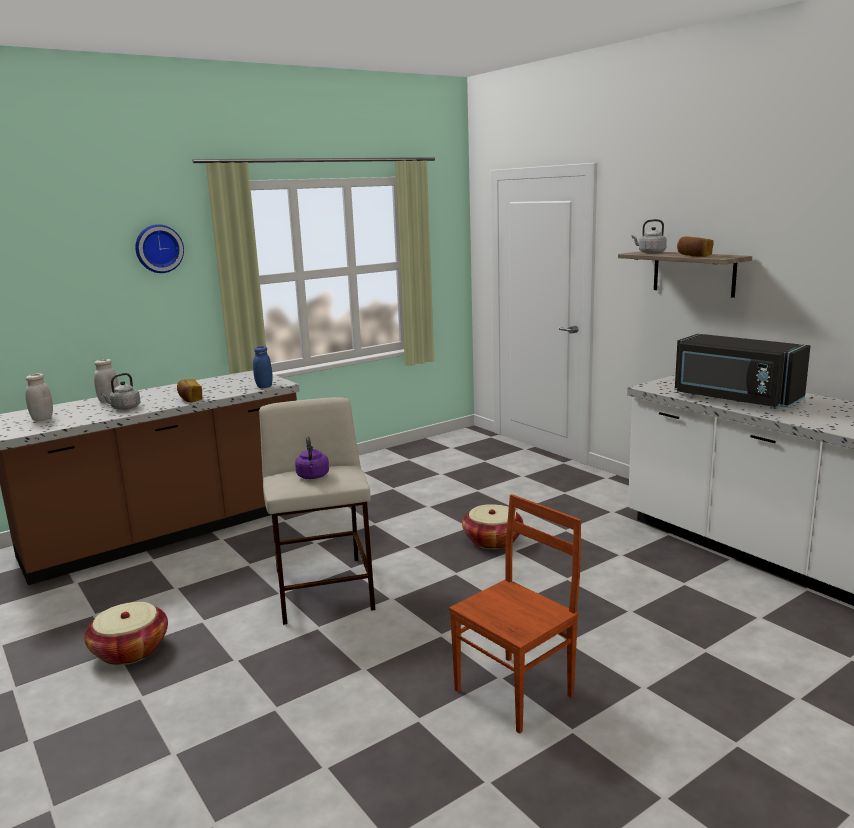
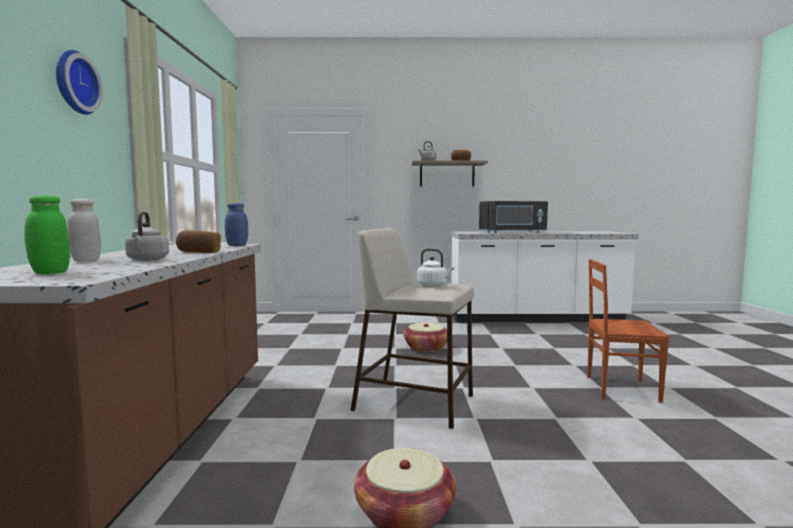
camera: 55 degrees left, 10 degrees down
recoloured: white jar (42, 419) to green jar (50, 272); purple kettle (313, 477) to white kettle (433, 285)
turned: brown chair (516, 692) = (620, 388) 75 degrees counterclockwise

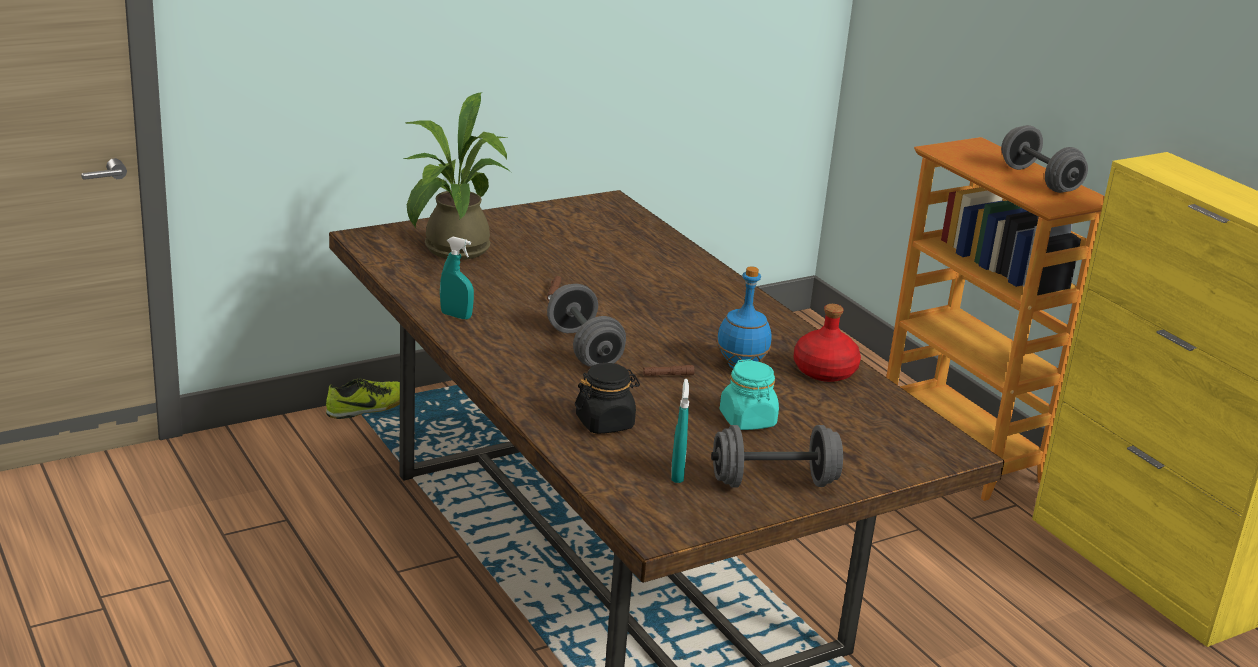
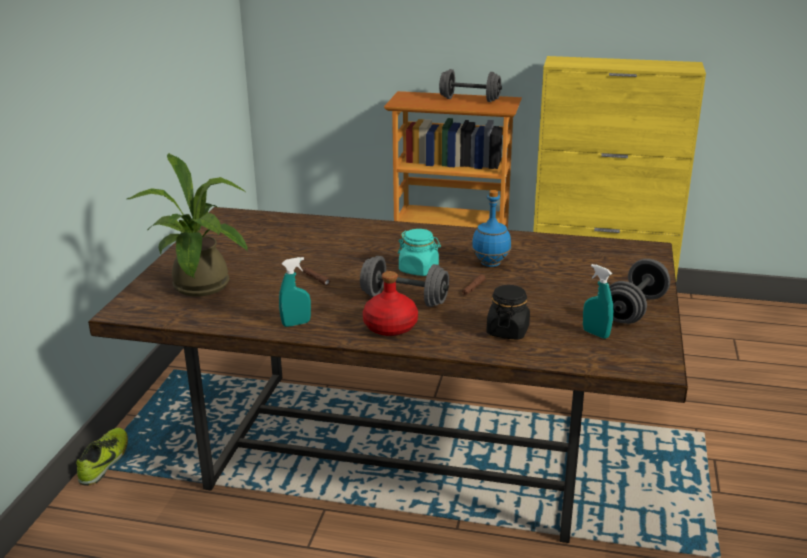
camera: 45 degrees left, 0 degrees up
moved: red bottle (823, 371) to (390, 327); turquoise jar (747, 420) to (419, 269)

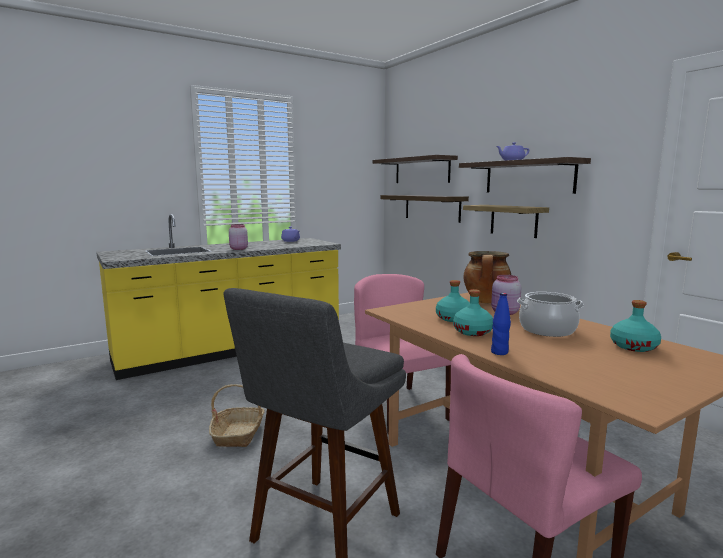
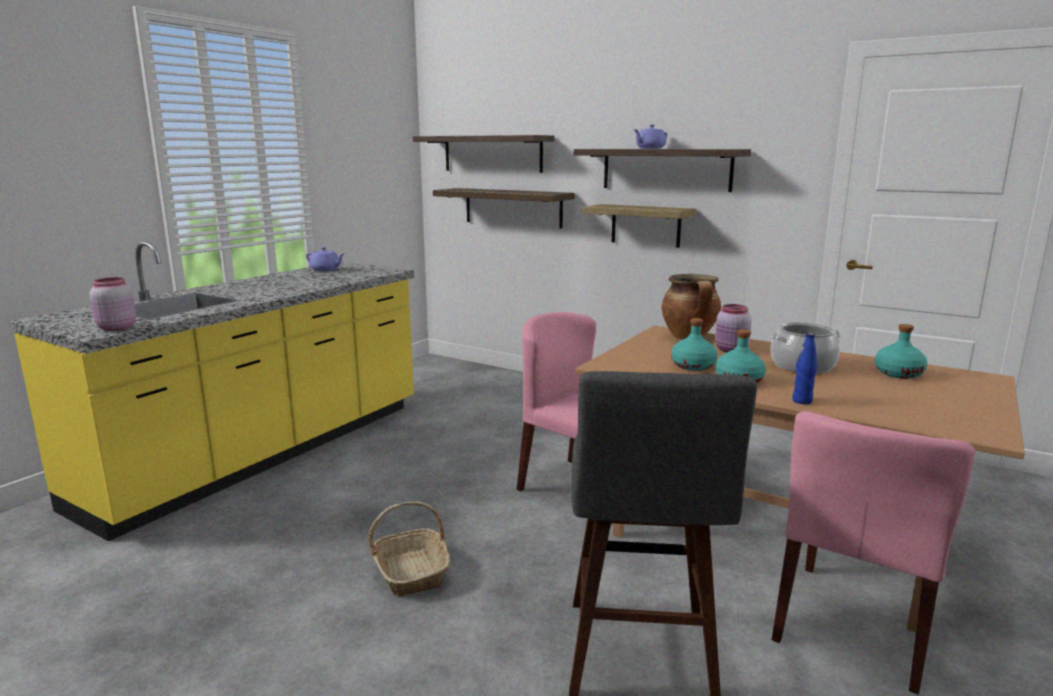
camera: 25 degrees left, 5 degrees up
moved: pink jar (238, 249) to (115, 328)

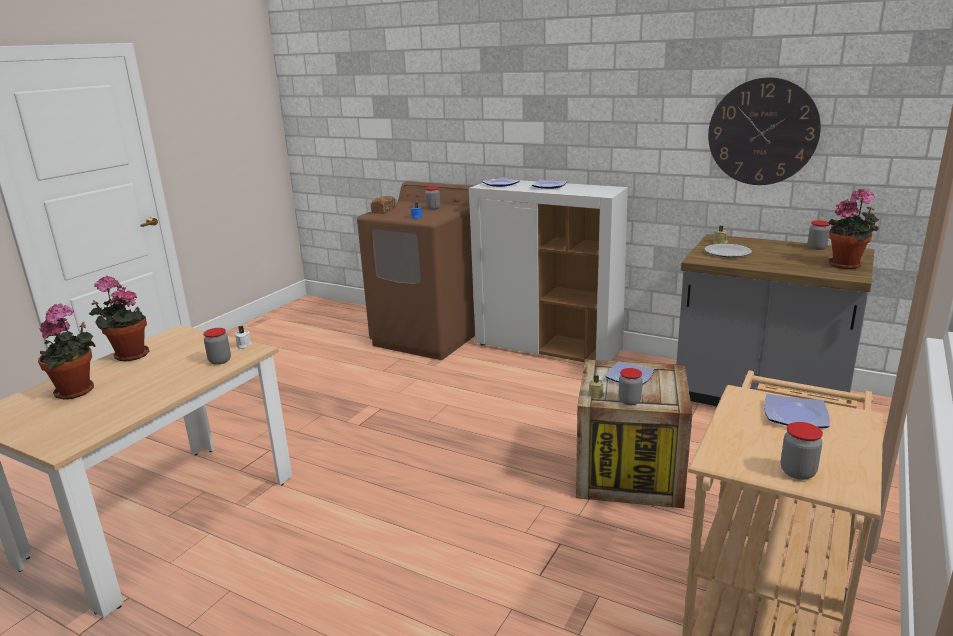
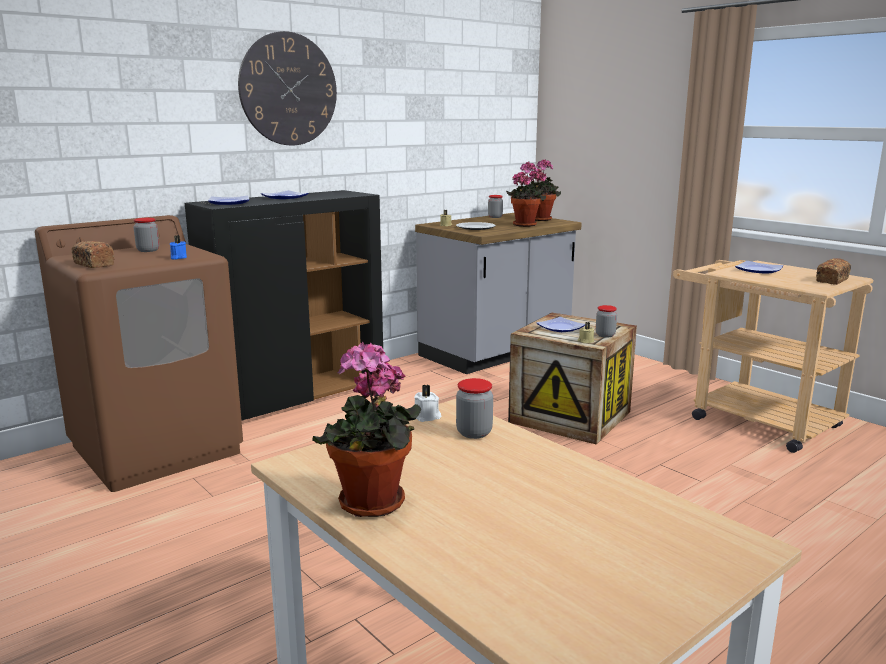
camera: 70 degrees left, 5 degrees down
moved: wall clock (762, 132) to (288, 89); potted plant (78, 391) to (525, 224)
replaced: jar (797, 472) to bread (832, 280)
recoloured: white cabinet (548, 348) to black cabinet (298, 395)

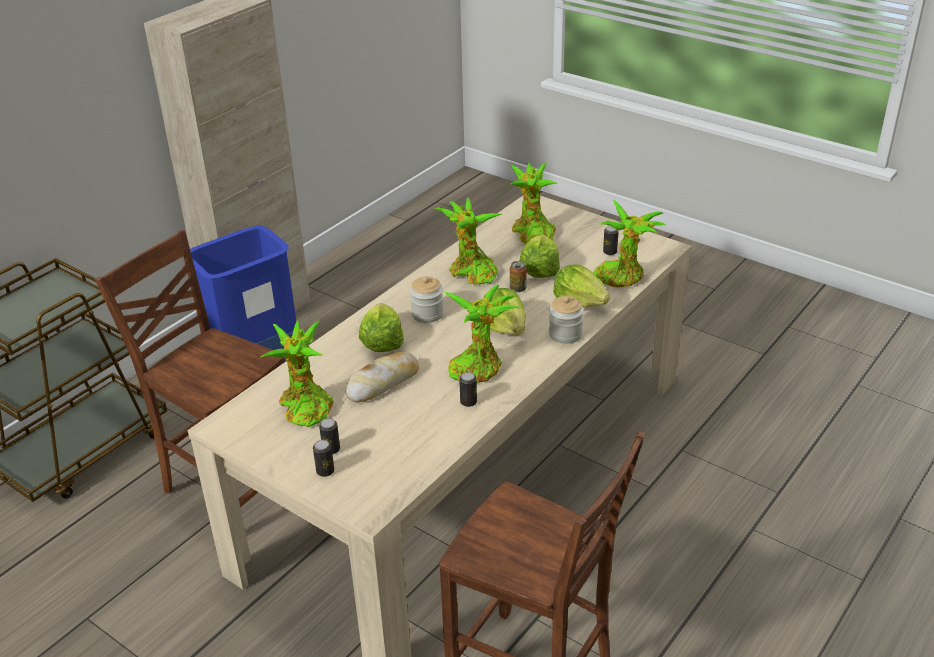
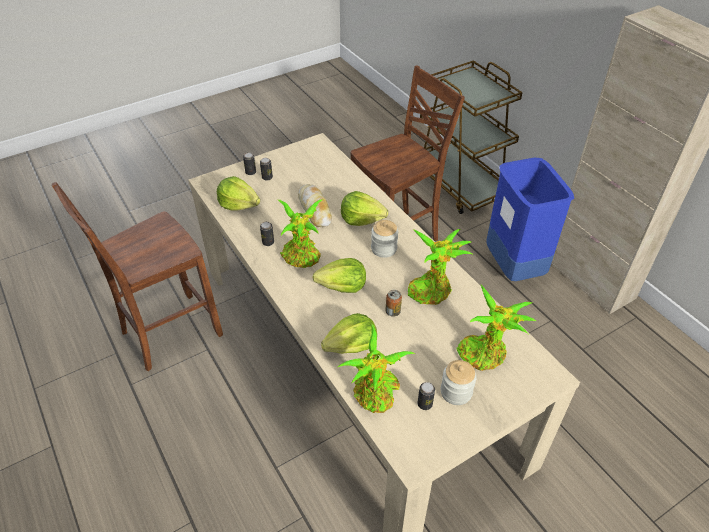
camera: 110 degrees right, 10 degrees up
removed: potted plant (304, 407)
moved: lettuce (539, 269) to (239, 204); jar (565, 334) to (456, 392)

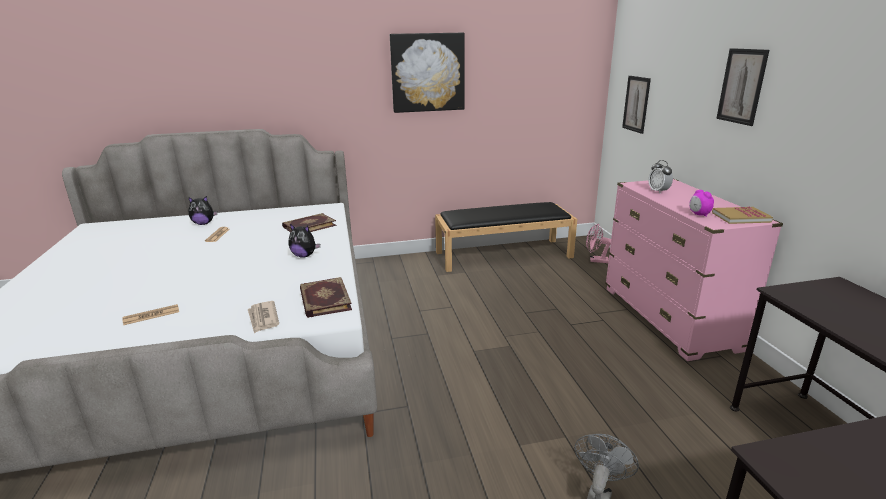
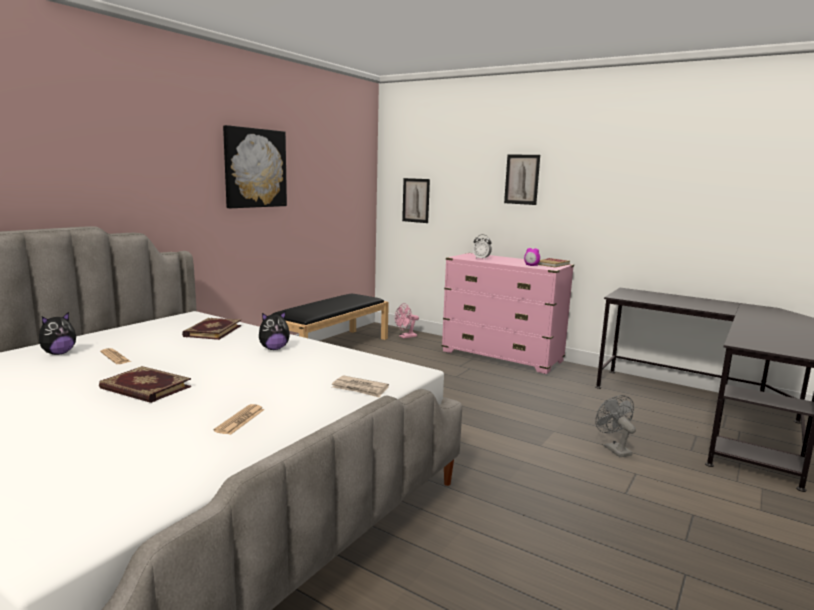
camera: 45 degrees left, 10 degrees down
moved: book (324, 300) to (144, 388)

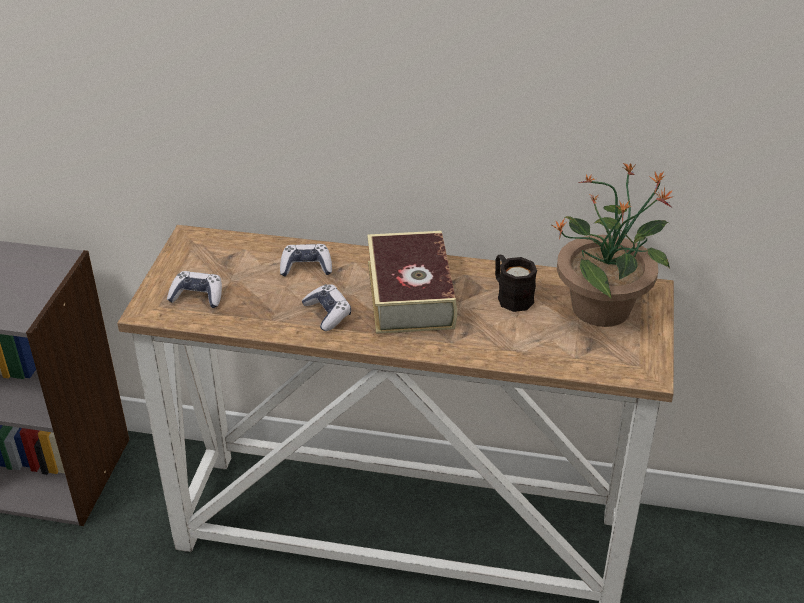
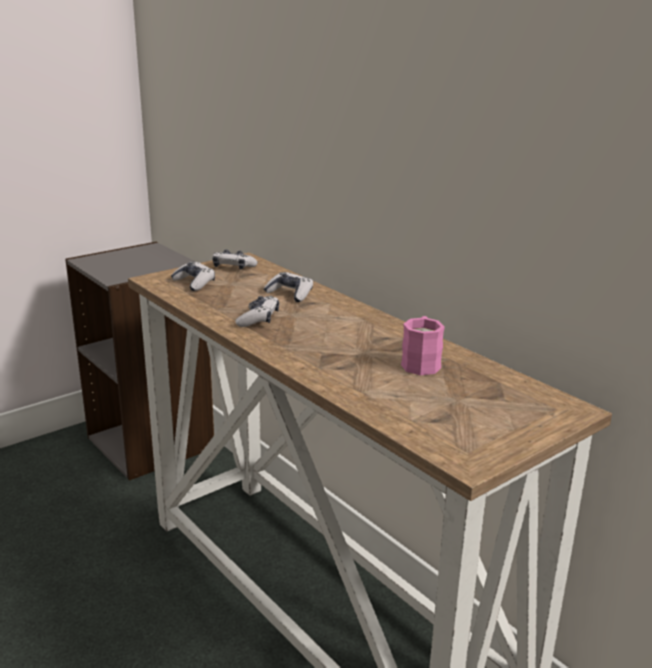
camera: 40 degrees right, 15 degrees down
removed: potted plant (603, 307); book (410, 294)
added: game controller (233, 267)
recoloured: black mug (511, 296) to pink mug (421, 362)

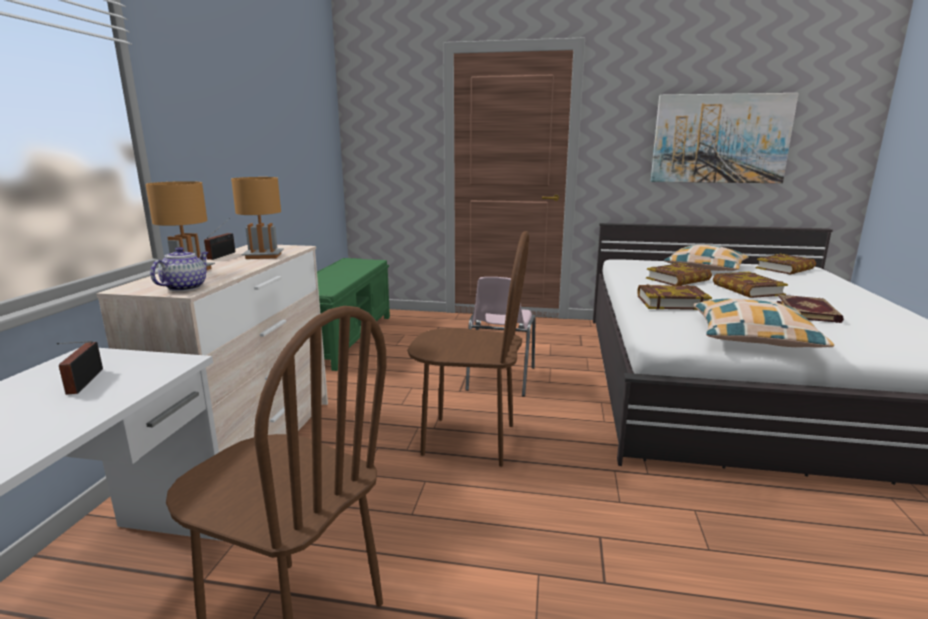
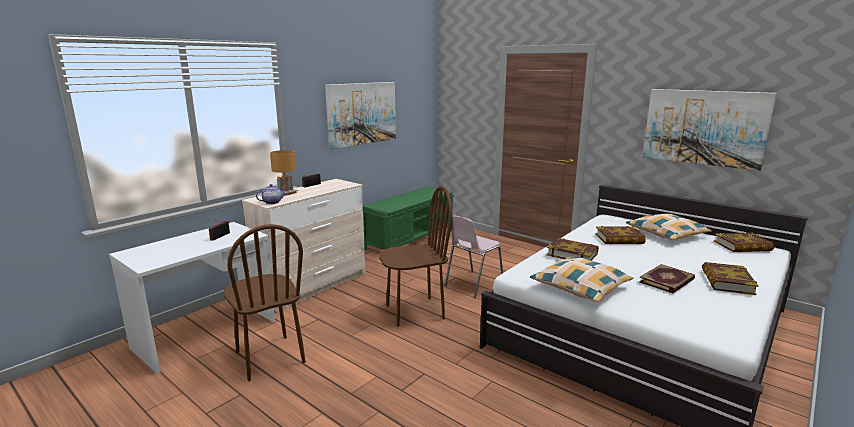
camera: 30 degrees right, 0 degrees up
removed: brown table lamp (263, 256)
added: picture (362, 113)
moved: book (747, 289) to (726, 282)
turned: brown chair (469, 440) = (415, 311) 60 degrees counterclockwise

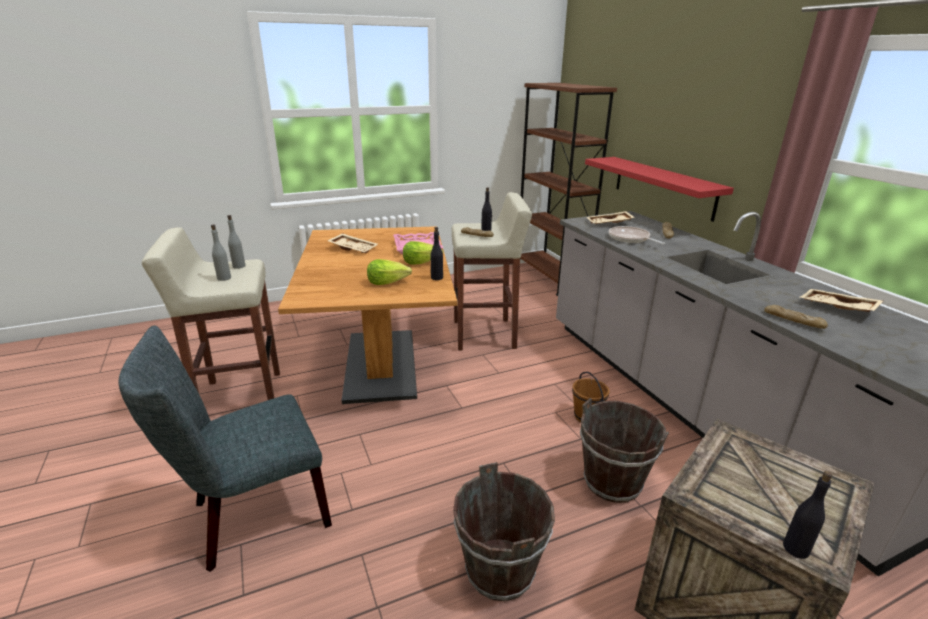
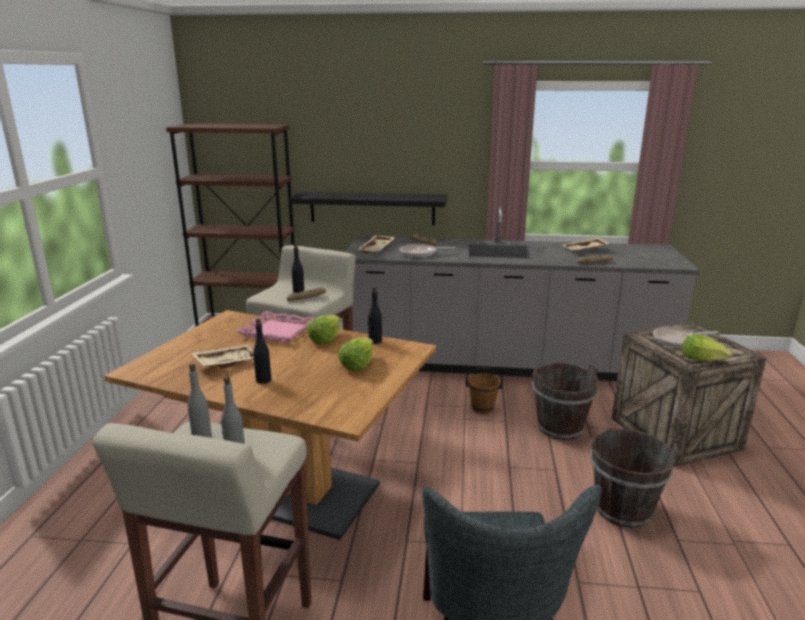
camera: 60 degrees left, 5 degrees down
added: frying pan (678, 340); lettuce (702, 359)
moved: black bottle (795, 548) to (263, 380)
recoloured: red shelf (663, 187) to black shelf (372, 208)

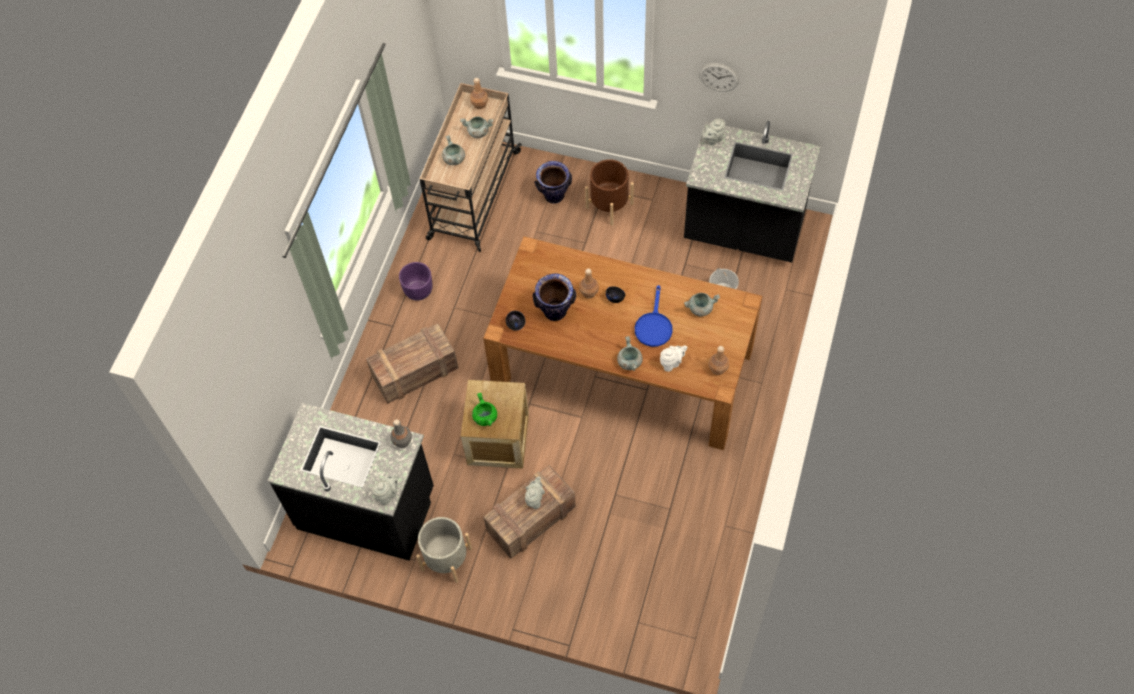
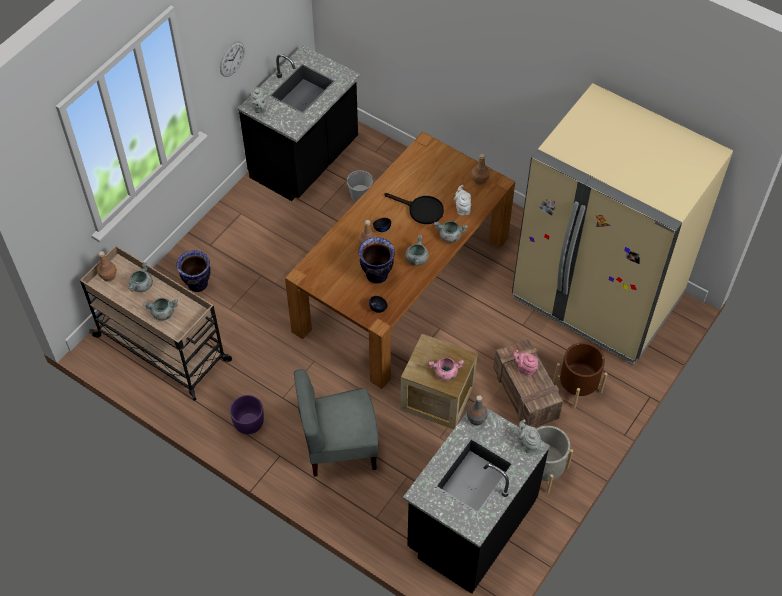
camera: 75 degrees left, 5 degrees down
added: beige fridge (597, 297)
moved: brown planter (609, 205) to (577, 387); grey cooking pot (700, 308) to (416, 259)
replaced: crate (416, 371) to grey chair (339, 447)
recoloured: blue frying pan (653, 326) to black frying pan (421, 210); green cooking pot (485, 417) to pink cooking pot (445, 373); grey teapot (535, 499) to pink teapot (525, 369)

